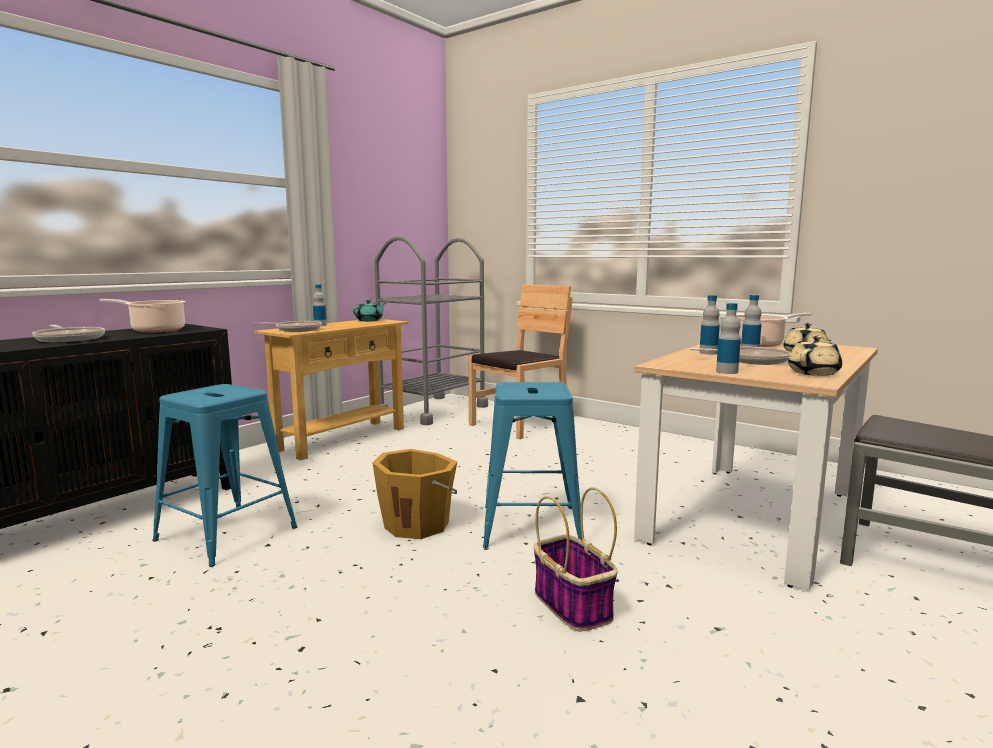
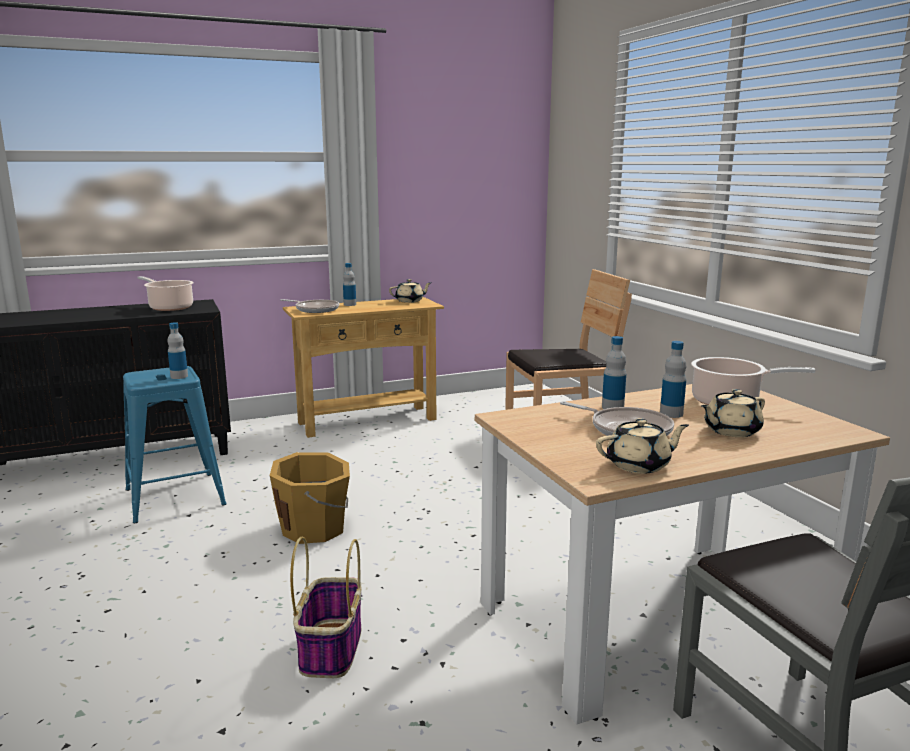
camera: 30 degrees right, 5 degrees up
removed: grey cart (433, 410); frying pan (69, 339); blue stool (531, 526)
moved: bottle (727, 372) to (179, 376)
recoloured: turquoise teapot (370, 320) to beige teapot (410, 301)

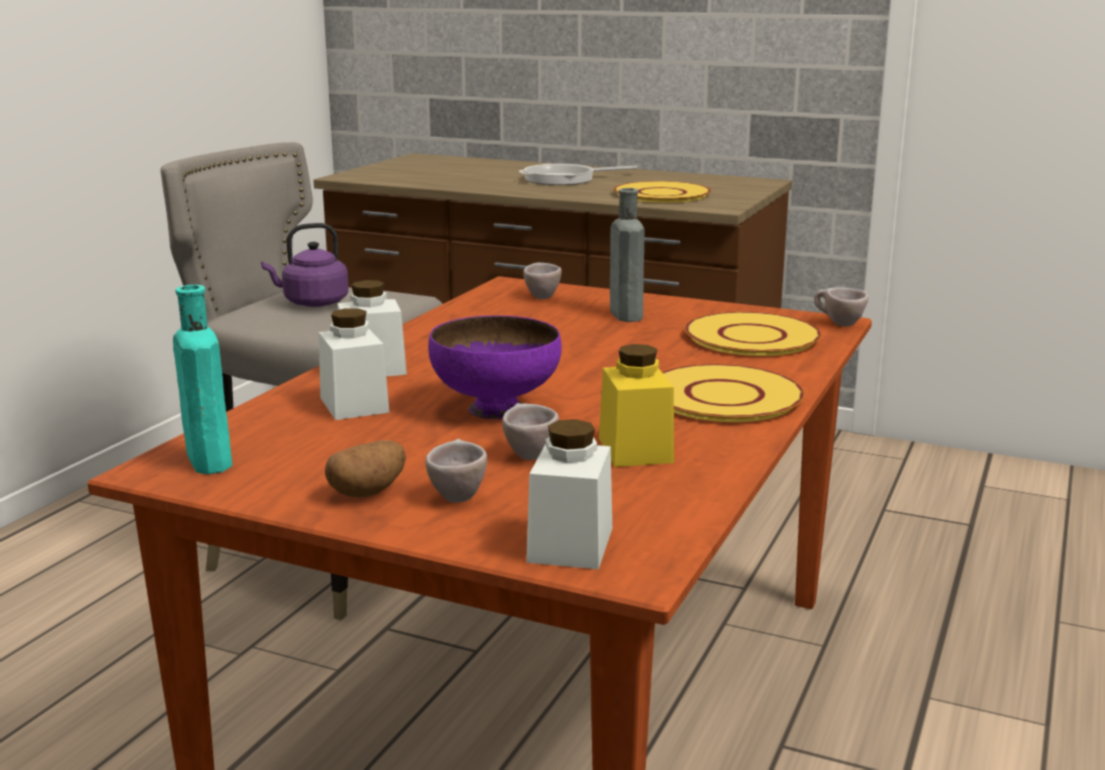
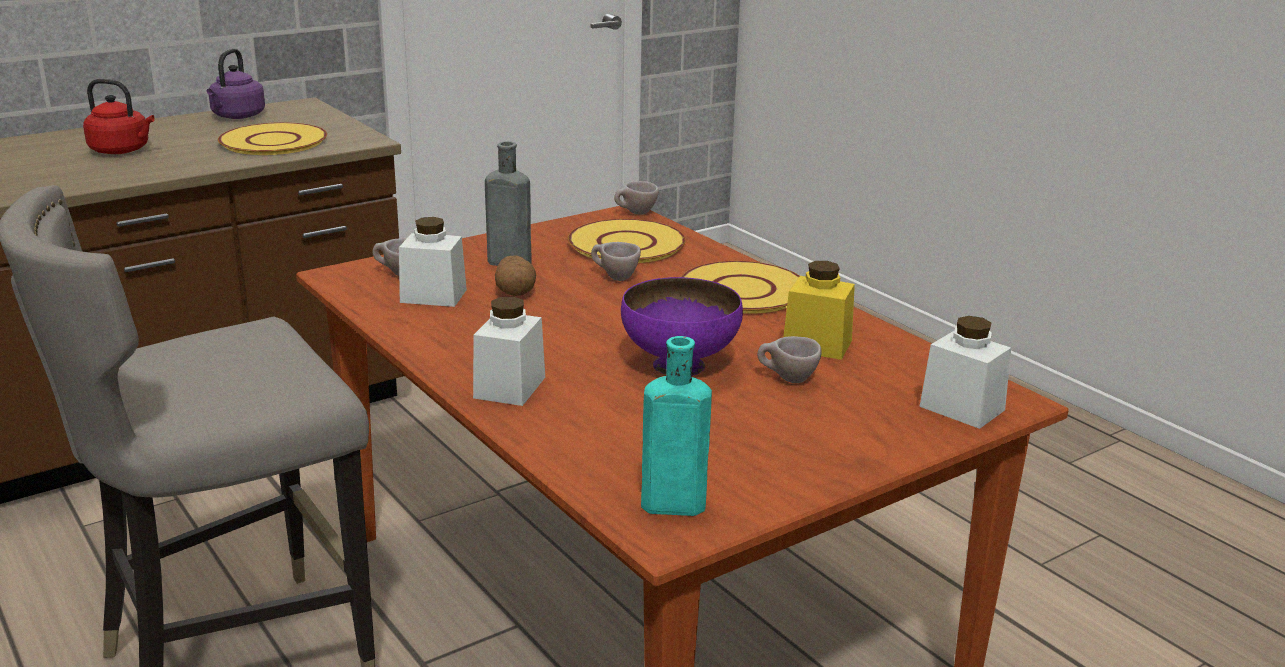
camera: 60 degrees left, 5 degrees up
moved: purple kettle (312, 303) to (237, 116); white jar (354, 405) to (433, 296); beige cup (456, 494) to (614, 277); potato (368, 492) to (515, 292)
replaced: frying pan (564, 179) to red kettle (122, 150)

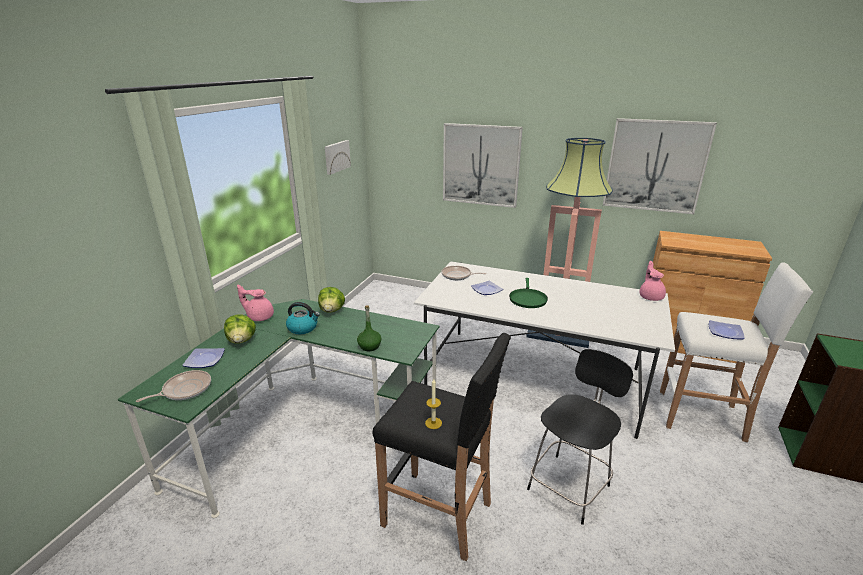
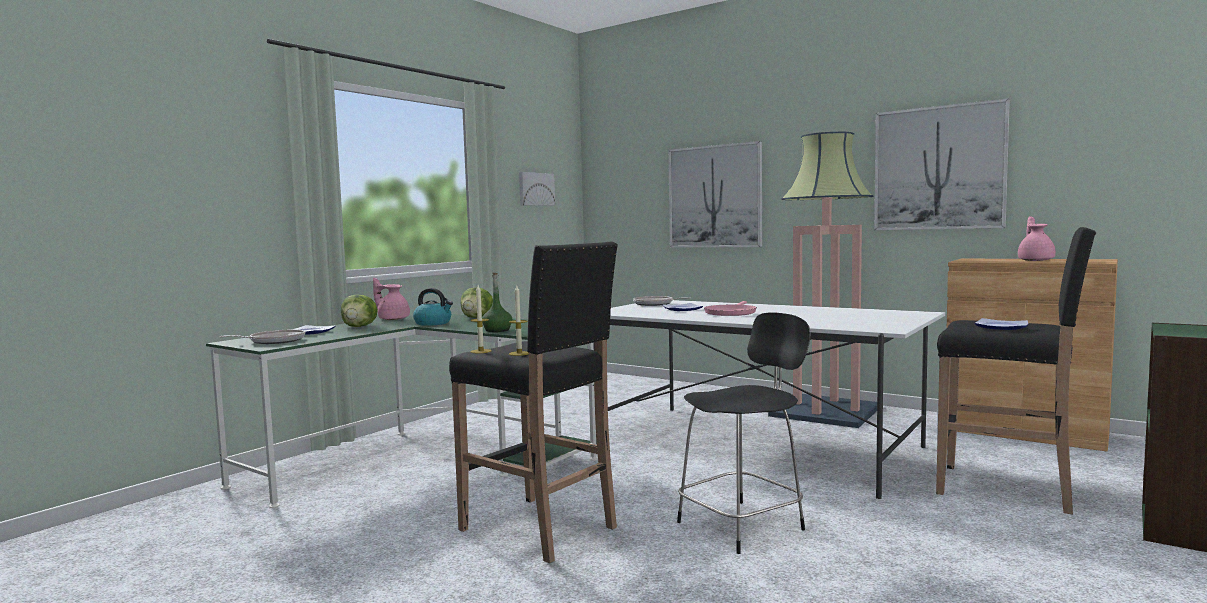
camera: 15 degrees right, 20 degrees down
added: candle (481, 351)
moved: pink teapot (651, 296) to (1036, 260)
recoloured: white stool (703, 416) to black stool (1008, 489); green frying pan (527, 299) to pink frying pan (730, 313)

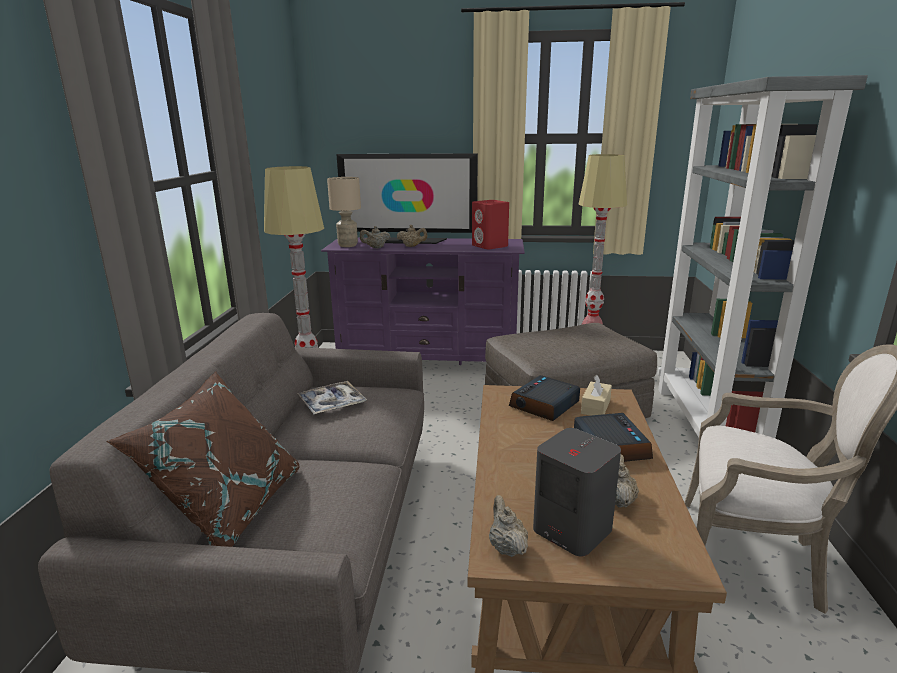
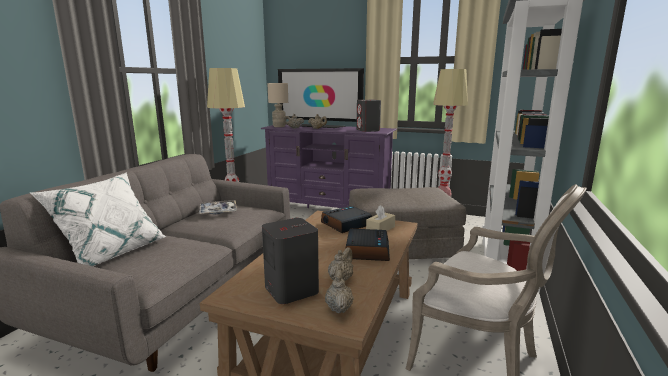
camera: 15 degrees right, 5 degrees down
moved: beige teapot (506, 547) to (339, 307)
recoloured: red speaker (490, 246) to grey speaker (368, 130); brown pillow (228, 508) to white pillow (111, 252)

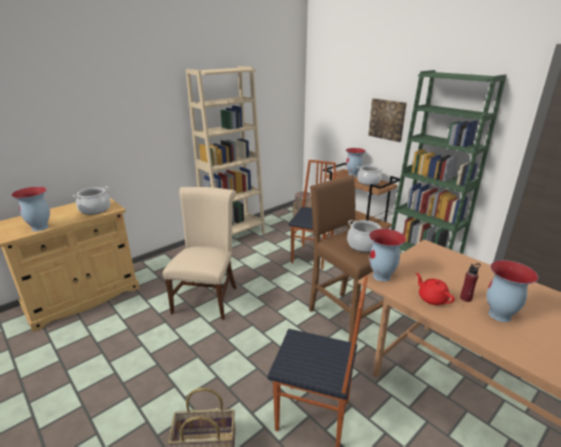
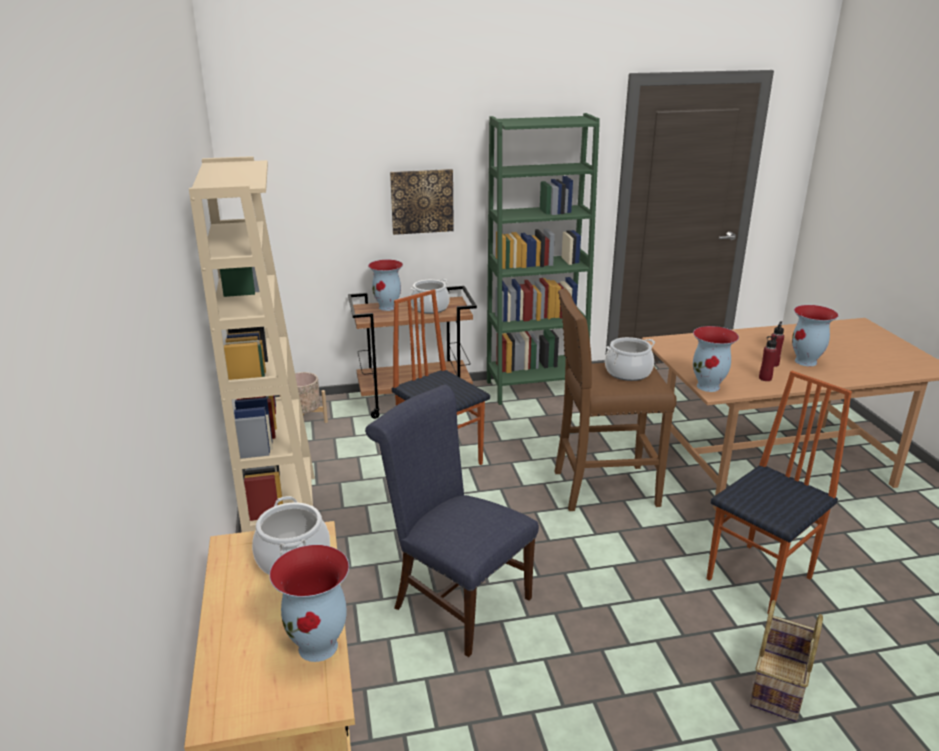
camera: 60 degrees left, 0 degrees up
replaced: red teapot (432, 298) to red bottle (765, 378)
recoloured: beige chair (207, 297) to blue chair (455, 600)

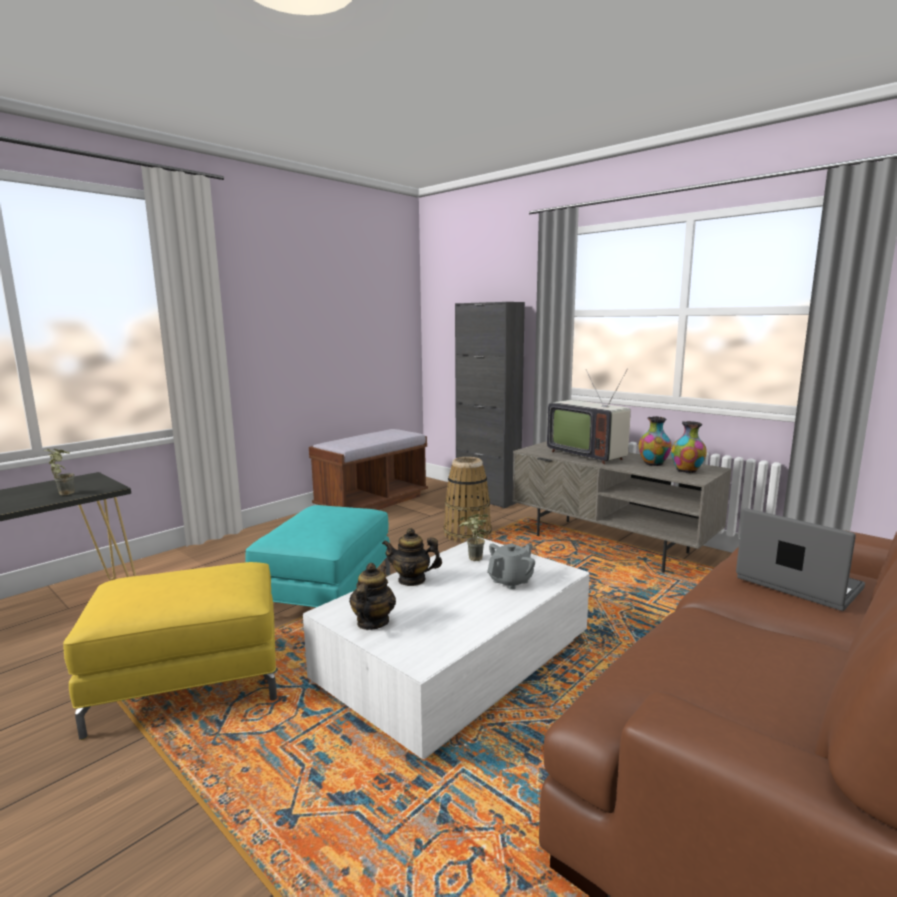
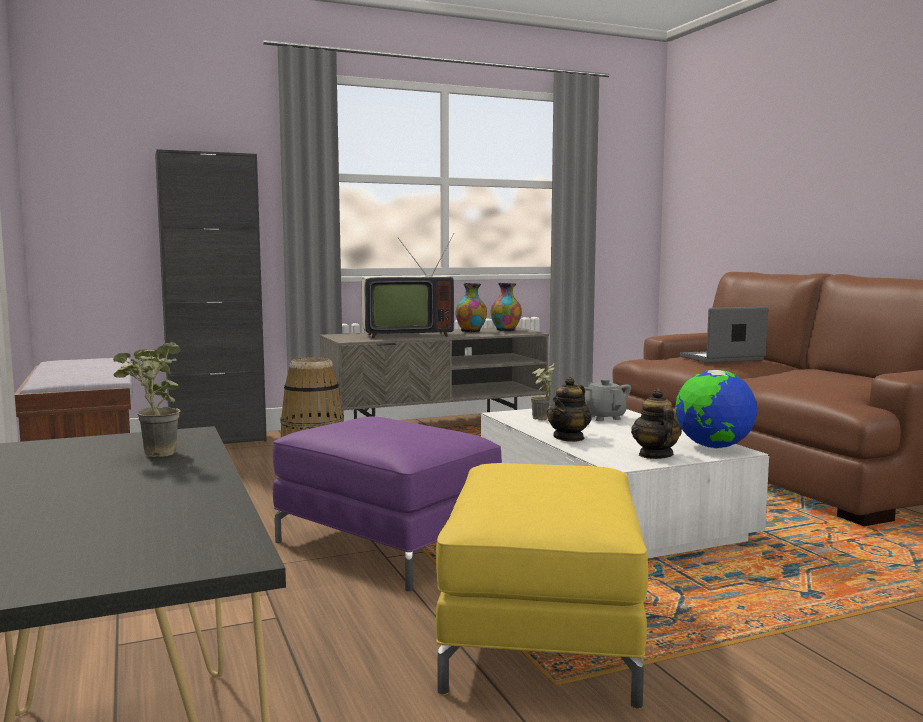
camera: 65 degrees left, 5 degrees down
added: globe (713, 447)
recoloured: turquoise ottoman (326, 595) to purple ottoman (386, 545)
turned: teapot (372, 622) = (655, 455) 45 degrees clockwise

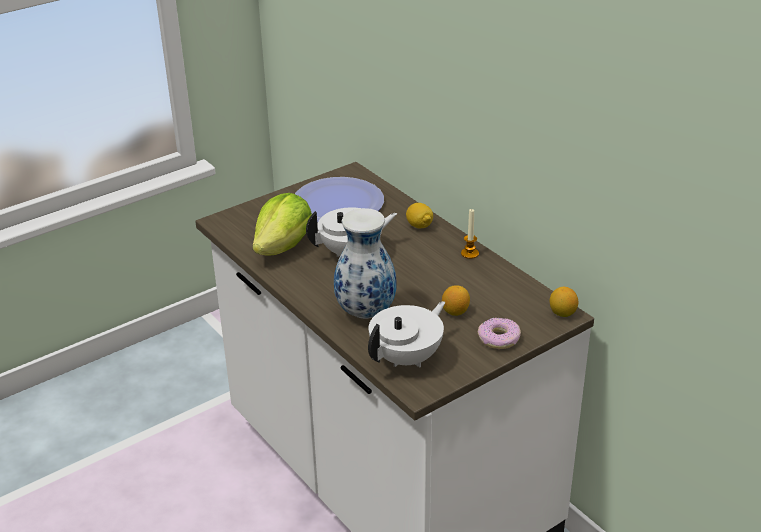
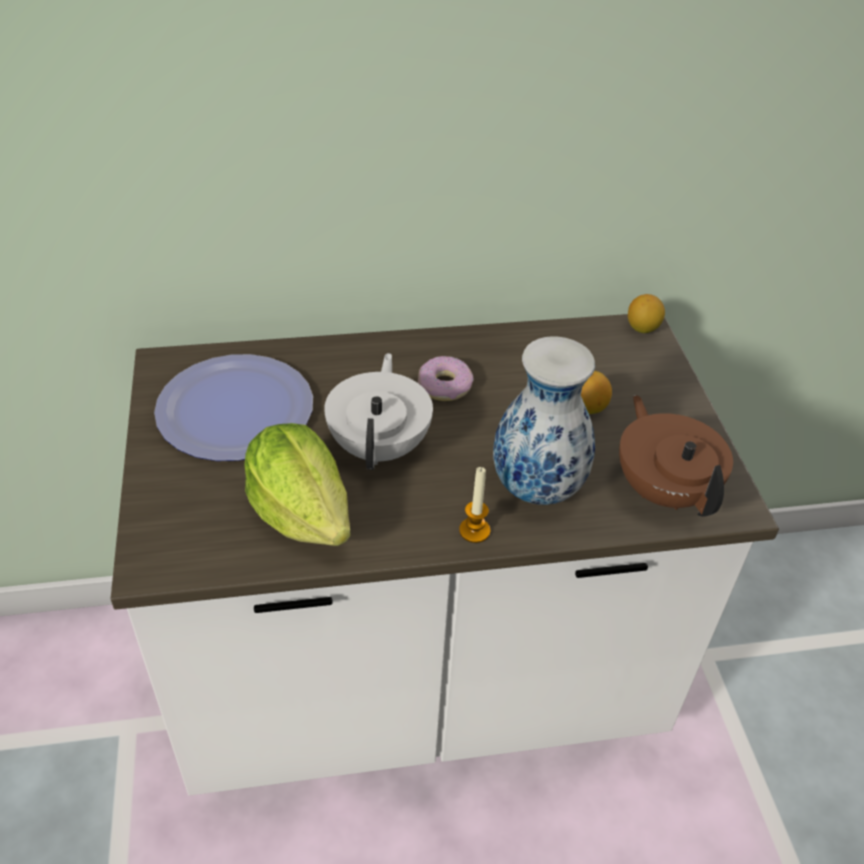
camera: 65 degrees left, 10 degrees up
removed: lemon (419, 225)
moved: candle (469, 253) to (474, 531); donut (499, 339) to (445, 386)
recoloured: white teapot (407, 358) to brown teapot (664, 489)

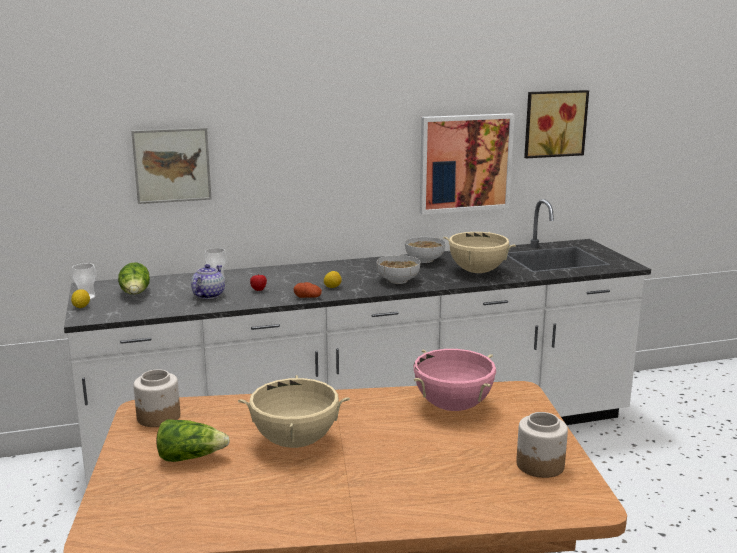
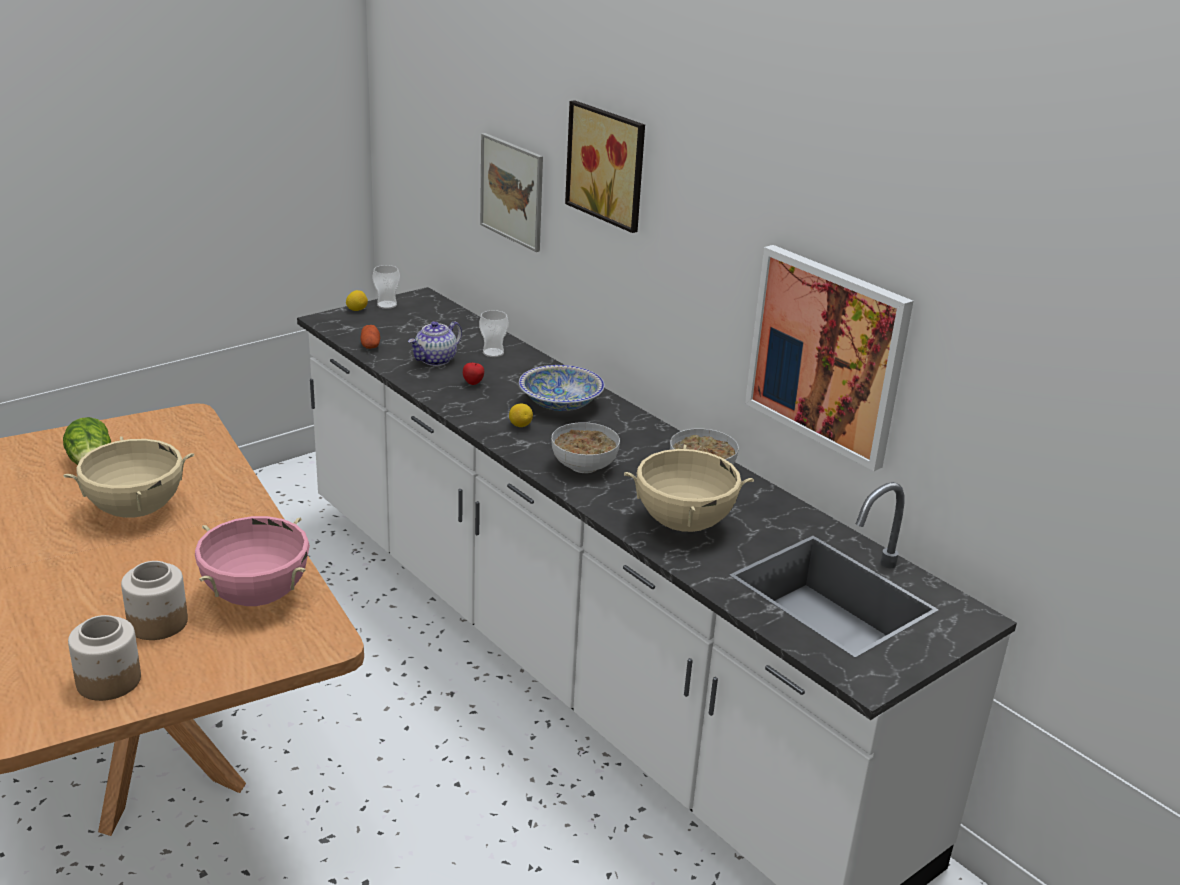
camera: 65 degrees right, 10 degrees up
removed: lettuce (136, 294)
added: bowl (560, 403)
moved: picture (554, 123) to (609, 164); potato (308, 297) to (370, 345); jar (158, 417) to (157, 623)
turned: teapot (208, 295) = (435, 360) 135 degrees clockwise

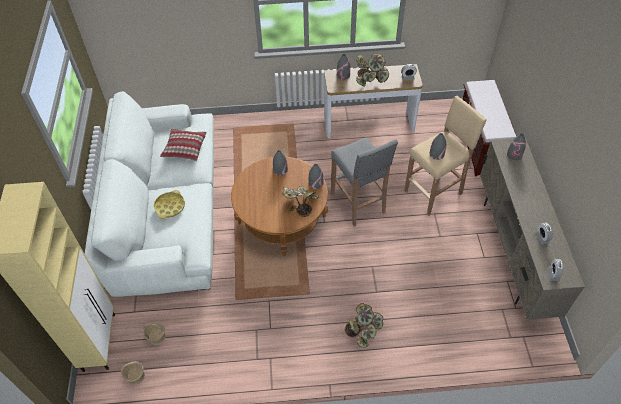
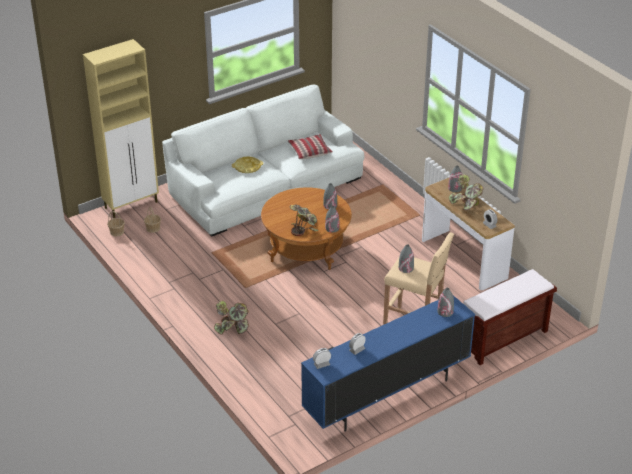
camera: 60 degrees right, 15 degrees down
removed: grey stool (358, 204)
recoloured: beige tv stand (514, 251) to blue tv stand (386, 396)

